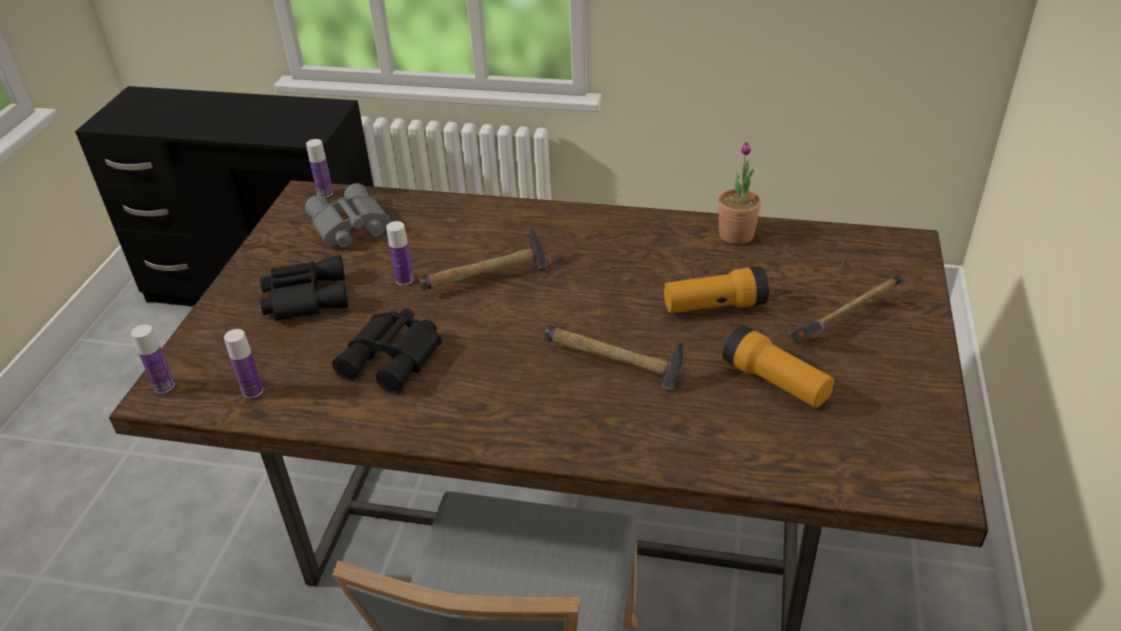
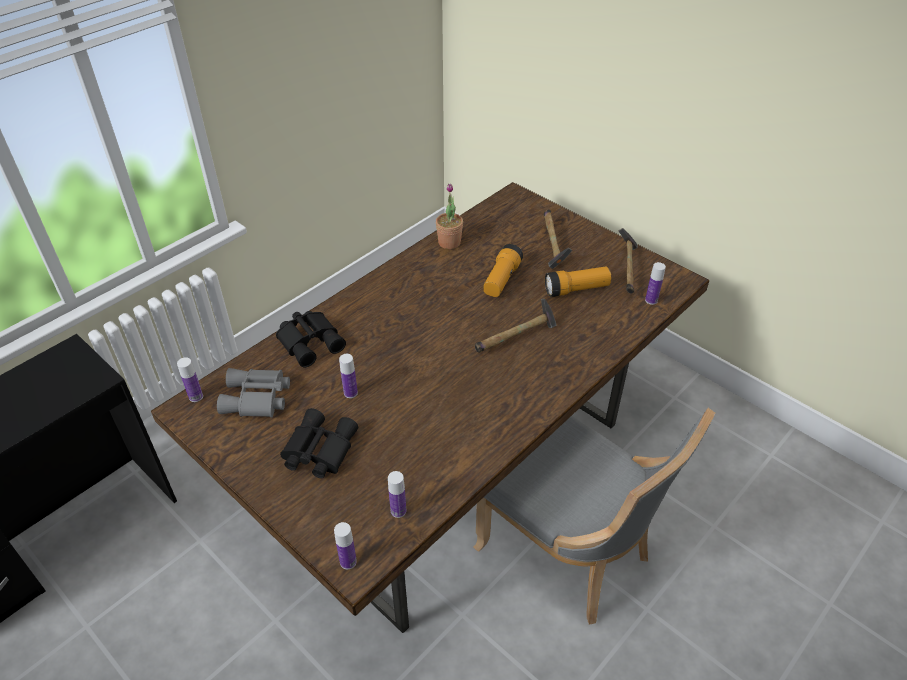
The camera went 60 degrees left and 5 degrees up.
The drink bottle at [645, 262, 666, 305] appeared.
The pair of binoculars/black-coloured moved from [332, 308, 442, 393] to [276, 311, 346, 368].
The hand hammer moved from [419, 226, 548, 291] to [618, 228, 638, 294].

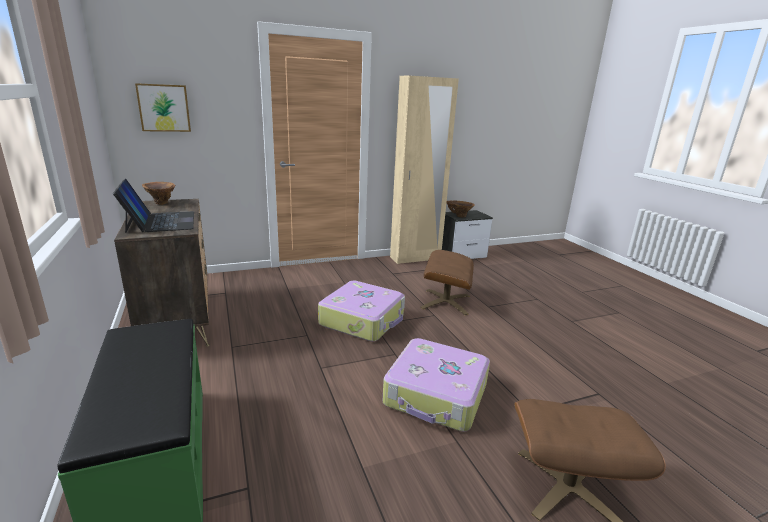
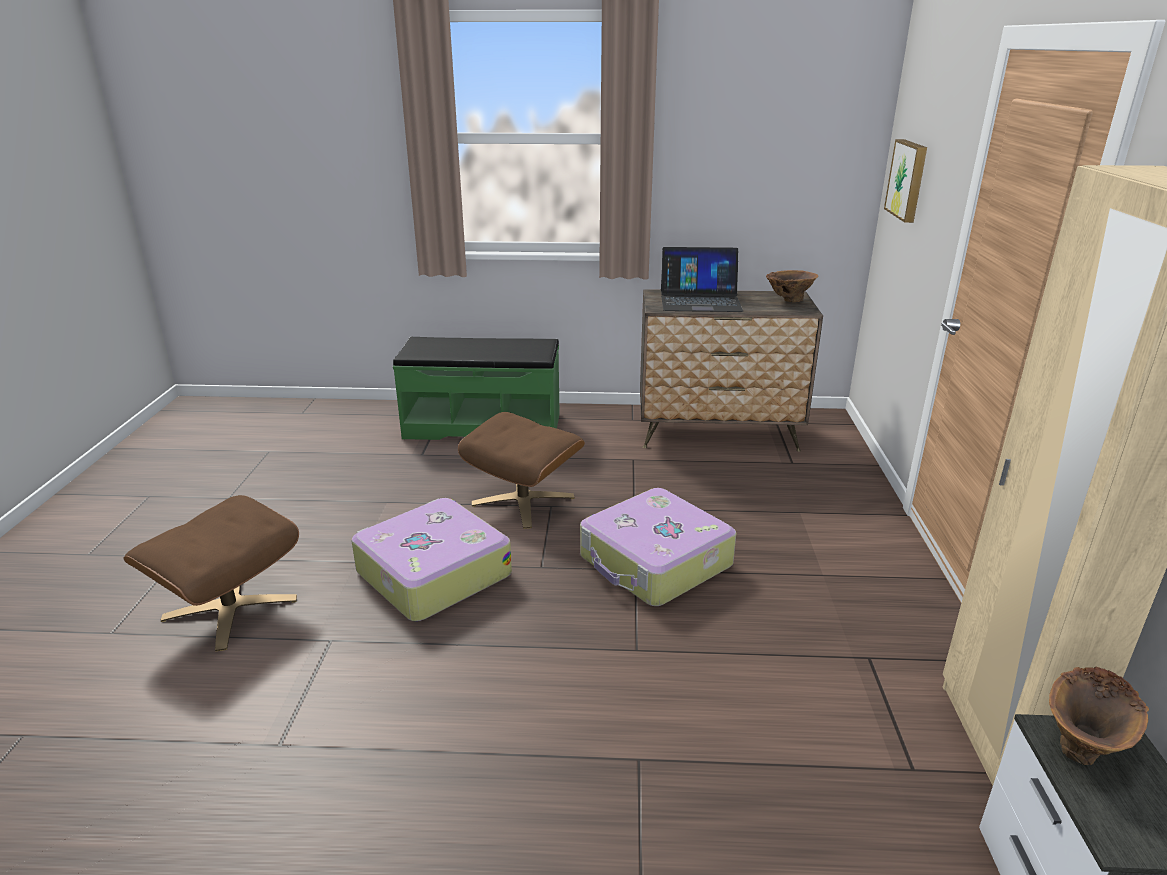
The camera went 115 degrees right and 5 degrees up.
The pouffe/brown-coloured moved from [421, 250, 474, 315] to [458, 412, 585, 529].

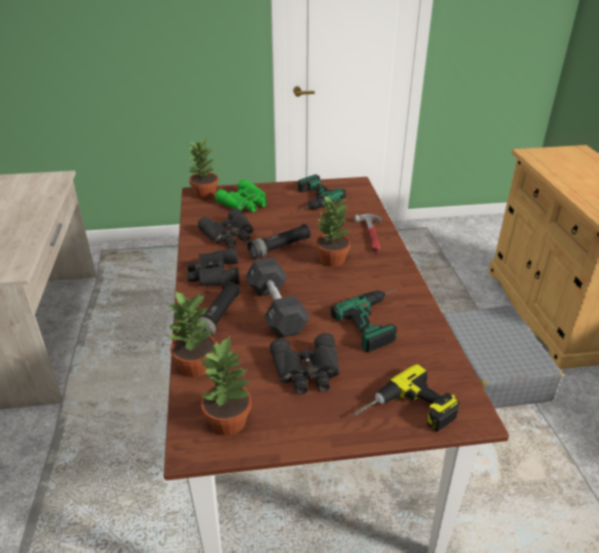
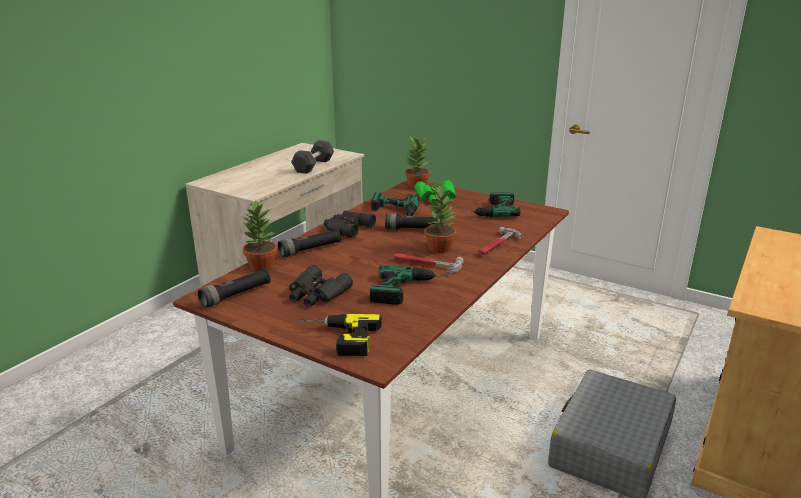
The camera went 40 degrees right and 10 degrees down.
The hand hammer at [394, 253, 464, 274] appeared.
The hand weight/black-coloured moved from [246, 257, 310, 338] to [291, 140, 334, 174].
The pair of binoculars/black-coloured at [198, 208, 253, 247] was replaced by the drill at [371, 192, 419, 216].
The houseplant at [200, 336, 252, 435] was replaced by the torch/black-coloured at [198, 268, 270, 308].

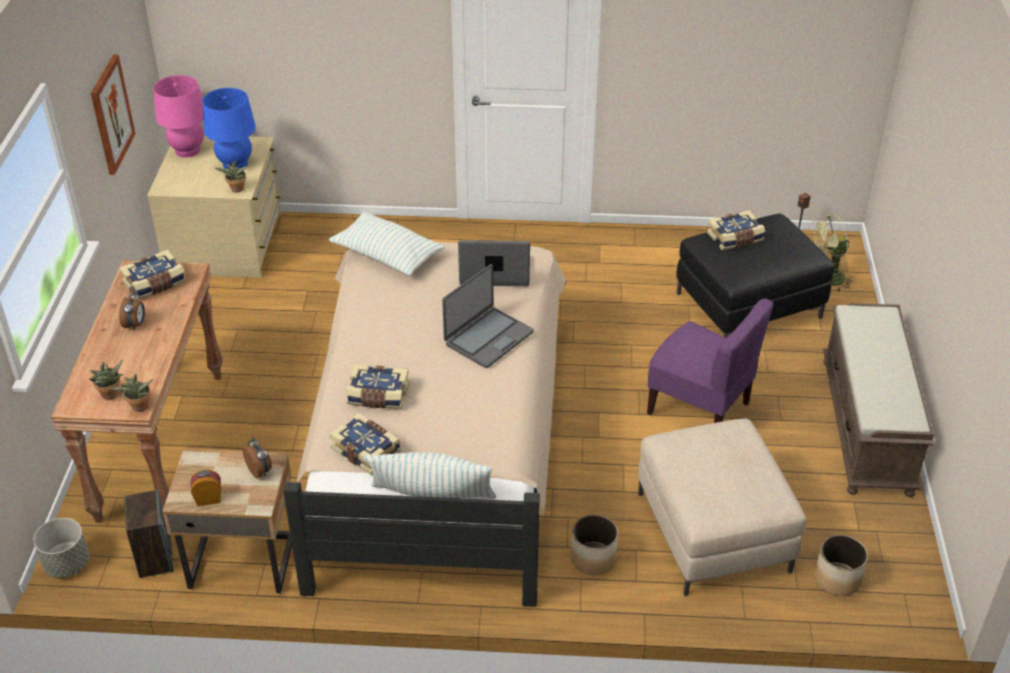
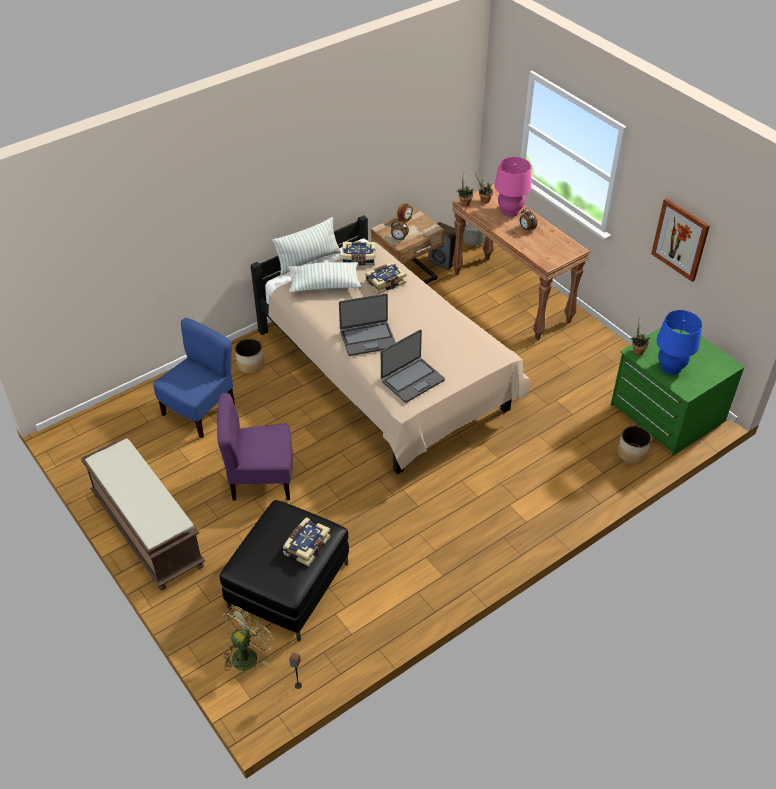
The camera went 140 degrees right and 5 degrees up.
The book at [119, 249, 186, 300] disappeared.
The lamp for a table/pinkish moved from [153, 75, 204, 158] to [494, 157, 531, 217].
The cushion moved from [328, 212, 445, 276] to [288, 262, 361, 293].
The flower pot moved from [814, 535, 868, 596] to [618, 426, 651, 464].
The pouffe/beige at [638, 419, 806, 596] was replaced by the plain chair/blue at [153, 318, 235, 438].
The drawer chest/beige at [147, 135, 282, 278] became the drawer chest/green at [611, 328, 745, 455].
The laptop at [442, 264, 534, 368] turned 105 degrees counterclockwise.

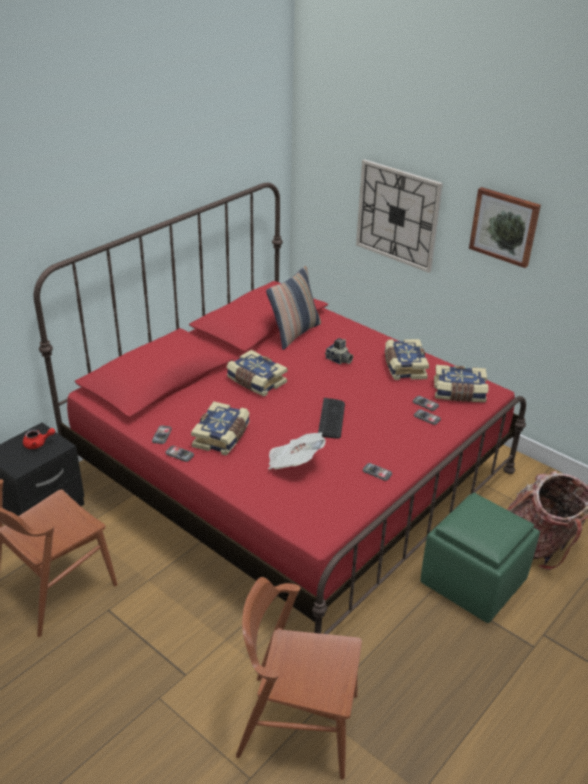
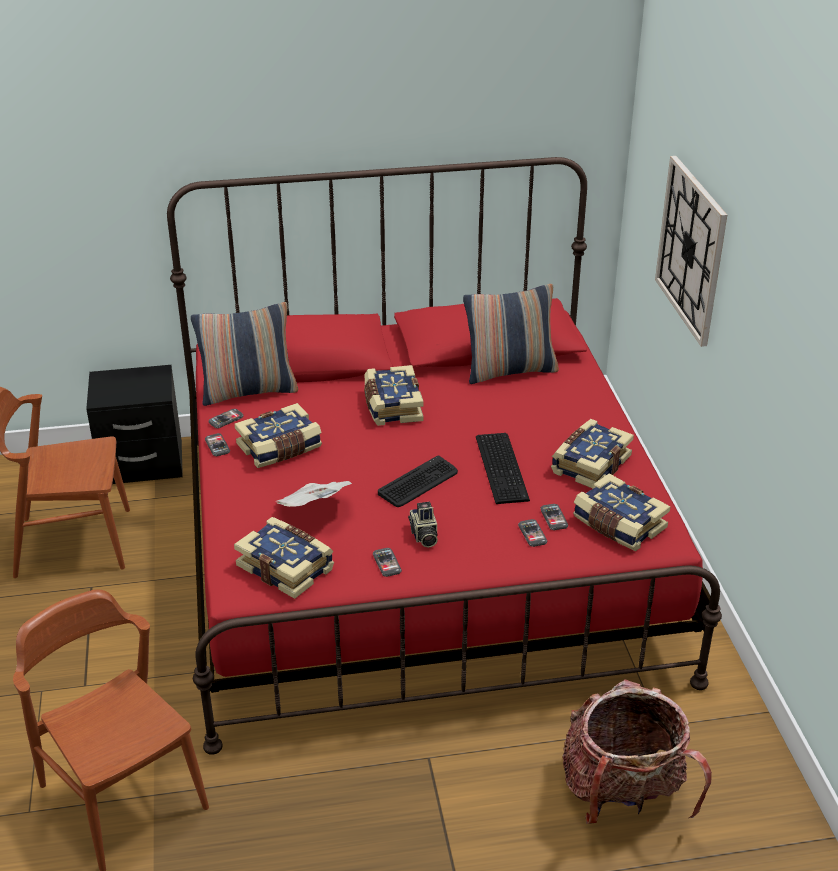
The camera went 40 degrees right and 0 degrees up.
The tea pot/red at [23, 428, 55, 449] disappeared.
The pouffe/green at [420, 493, 540, 623] disappeared.
The wall art at [469, 187, 541, 268] disappeared.
The cushion at [191, 302, 298, 406] appeared.
The book at [234, 517, 334, 599] appeared.
The computer keyboard at [476, 433, 530, 504] appeared.
The photo camera moved from [325, 338, 353, 364] to [408, 502, 438, 548].

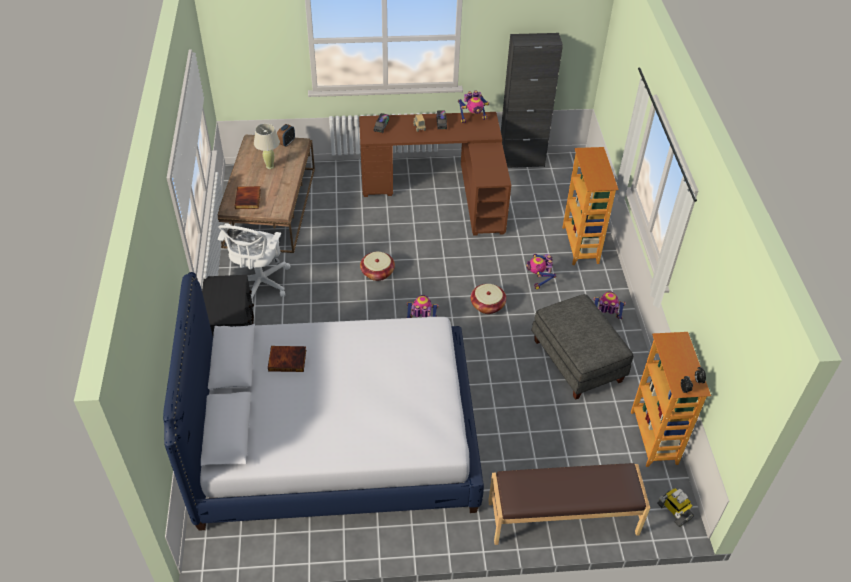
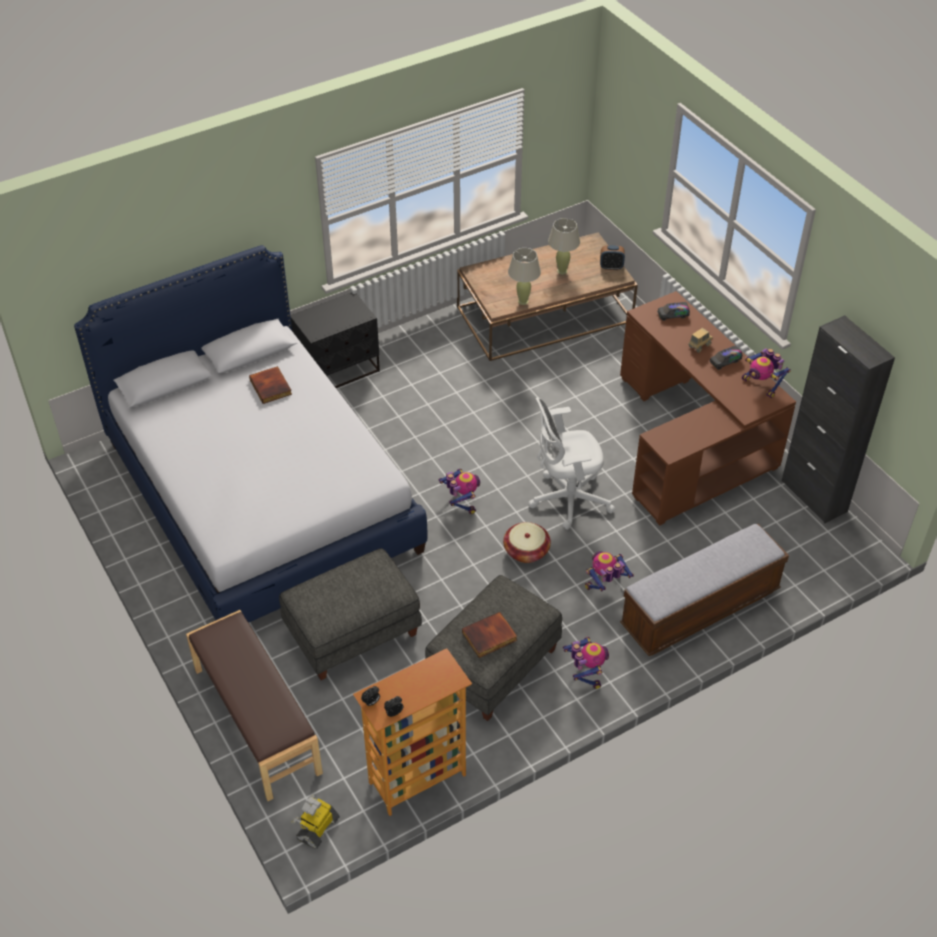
The camera went 65 degrees right and 0 degrees up.
The storage basket at [360, 252, 395, 281] disappeared.
The pouffe/greyish at [279, 548, 422, 680] appeared.
The lamp for a table/beige at [508, 248, 541, 305] appeared.
The computer chair/white-coloured moved from [218, 223, 290, 303] to [528, 398, 615, 530].
The book moved from [235, 186, 261, 209] to [462, 612, 517, 658].
The bookshelf at [562, 147, 619, 265] was replaced by the long seat at [620, 524, 789, 656].

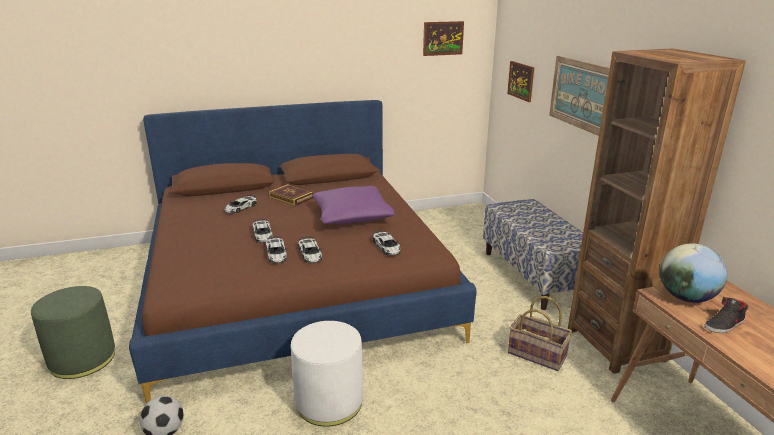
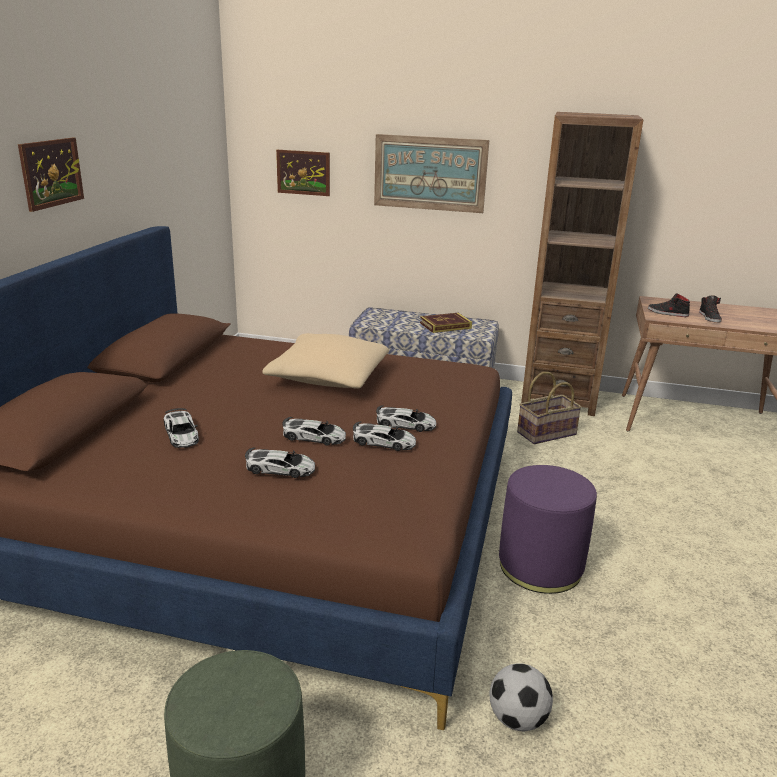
The camera went 60 degrees left and 0 degrees up.
The book moved from [269, 184, 314, 206] to [420, 313, 472, 333].
The toy car moved from [373, 230, 401, 256] to [245, 448, 315, 478].
The wall art moved from [423, 21, 464, 56] to [18, 138, 84, 212].
The desk globe at [660, 243, 727, 303] was replaced by the low shoe/black-coloured at [648, 293, 690, 317].
The pouffe/white-coloured at [291, 321, 363, 427] became the pouffe/purple at [499, 465, 597, 594].
The cushion/purple at [313, 186, 395, 224] became the cushion/beige at [262, 333, 389, 389].

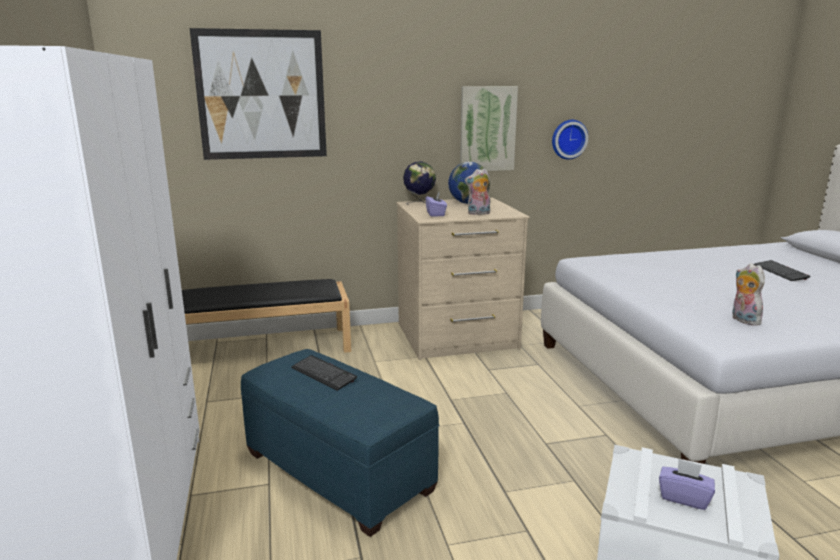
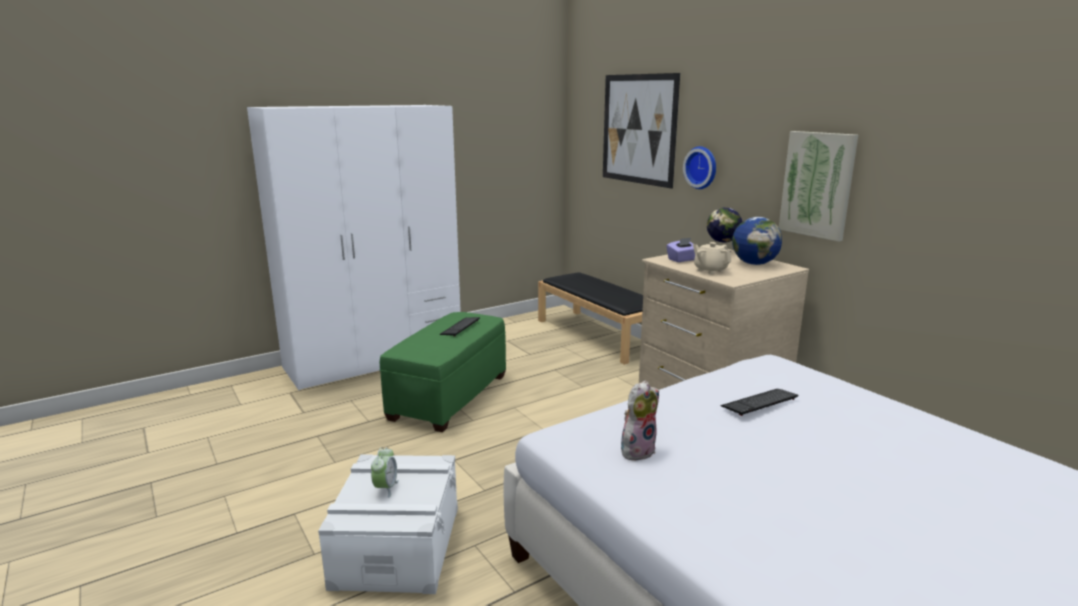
The camera went 70 degrees right and 0 degrees up.
The hanging clock moved from [552, 120, 588, 160] to [683, 146, 716, 189].
The computer keyboard moved from [753, 260, 811, 281] to [721, 389, 798, 416].
The soft toy at [465, 169, 490, 215] was replaced by the tea pot/beige at [693, 242, 731, 274].
The tissue box/purple at [659, 459, 715, 510] was replaced by the table clock at [371, 447, 399, 498].
The pouffe/blue at [241, 349, 439, 537] became the pouffe/green at [380, 312, 506, 432].

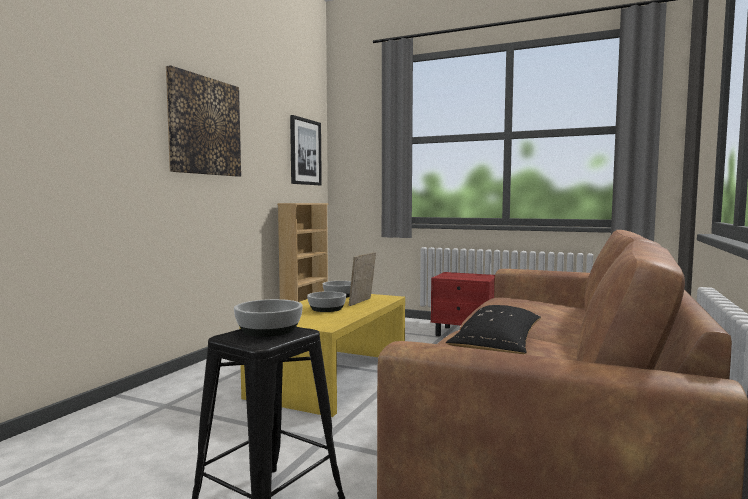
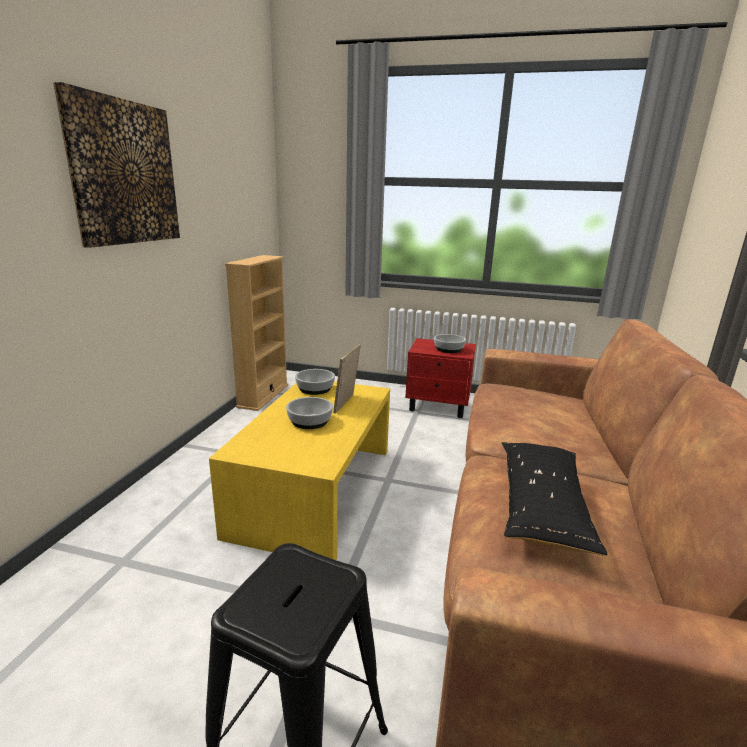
The camera went 10 degrees left and 15 degrees up.
The wall art at [290, 115, 322, 185] disappeared.
The deep dish moved from [234, 299, 303, 337] to [434, 334, 466, 353].

